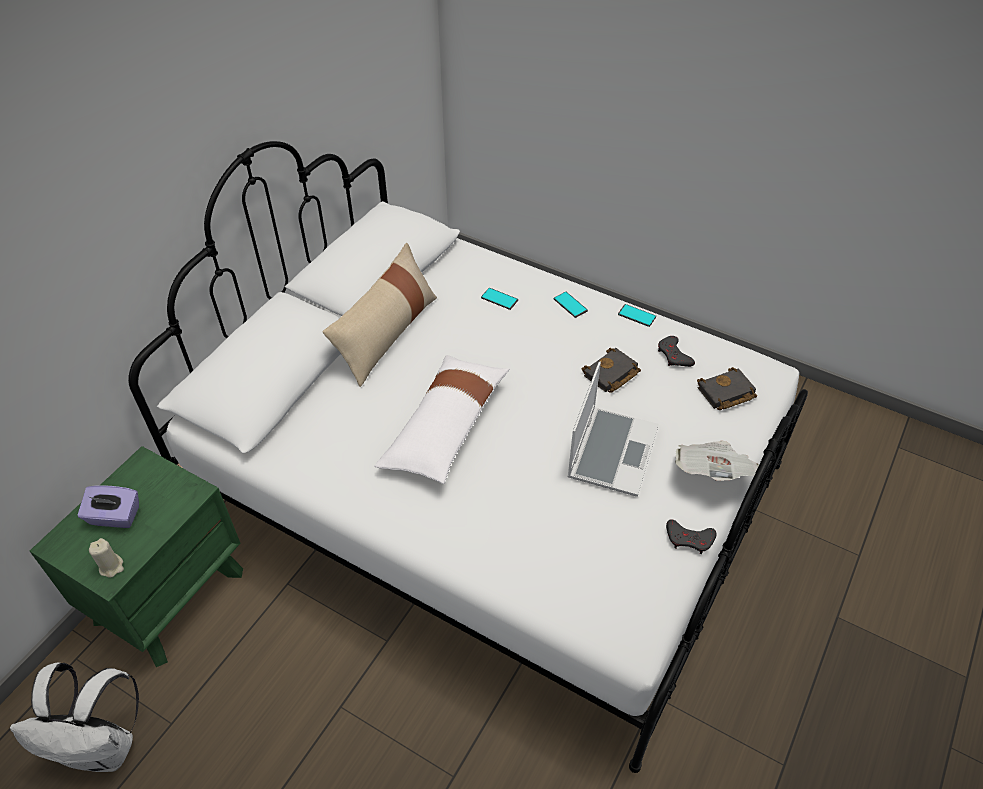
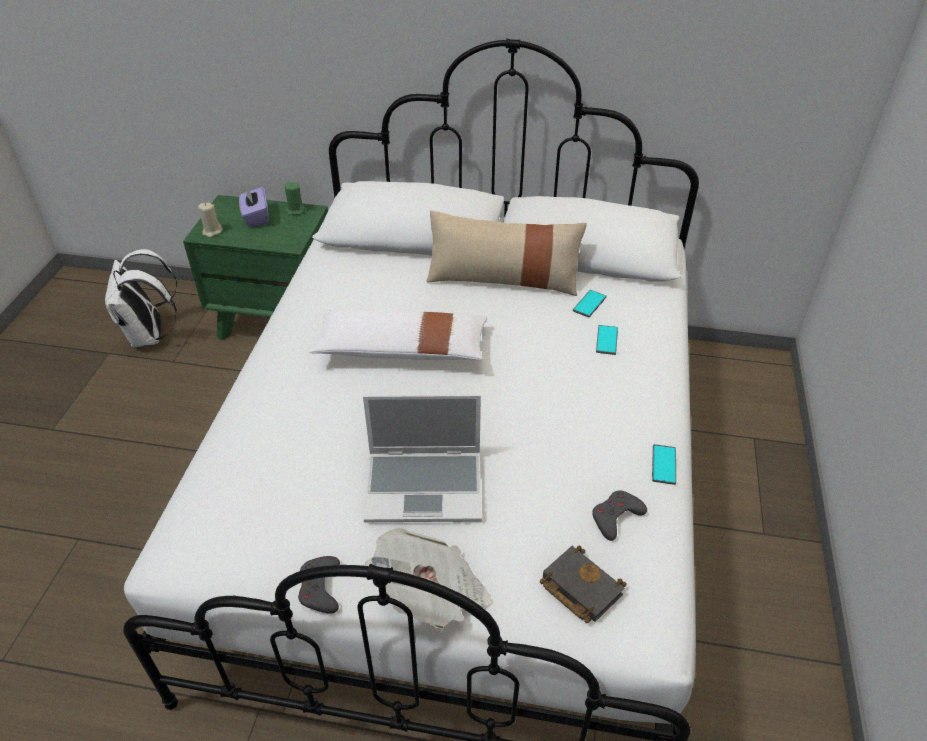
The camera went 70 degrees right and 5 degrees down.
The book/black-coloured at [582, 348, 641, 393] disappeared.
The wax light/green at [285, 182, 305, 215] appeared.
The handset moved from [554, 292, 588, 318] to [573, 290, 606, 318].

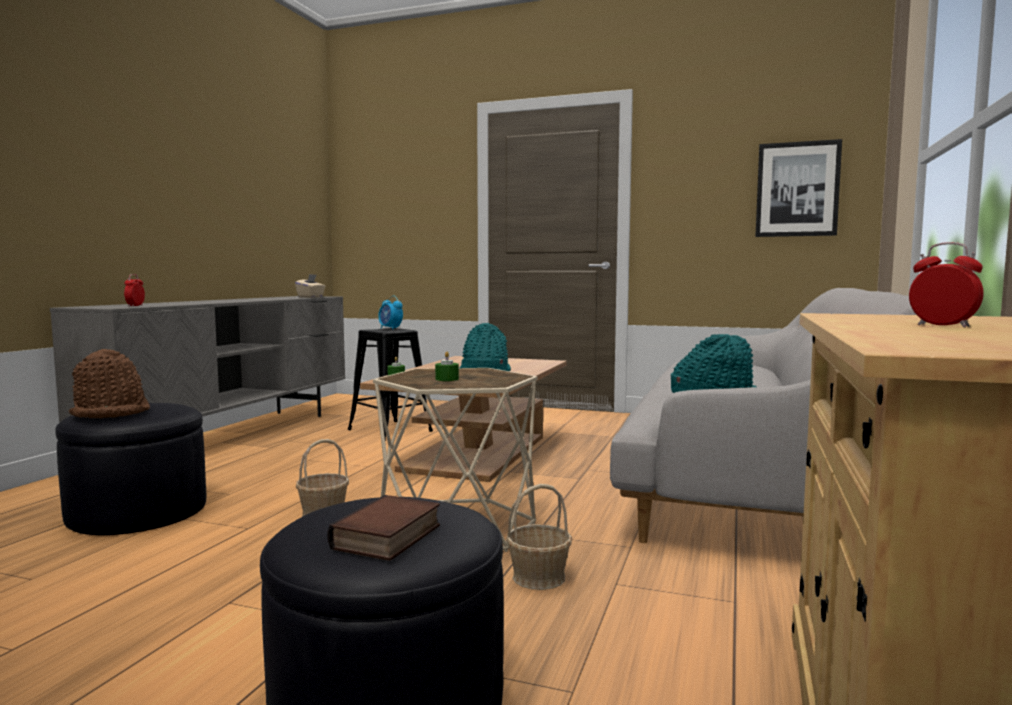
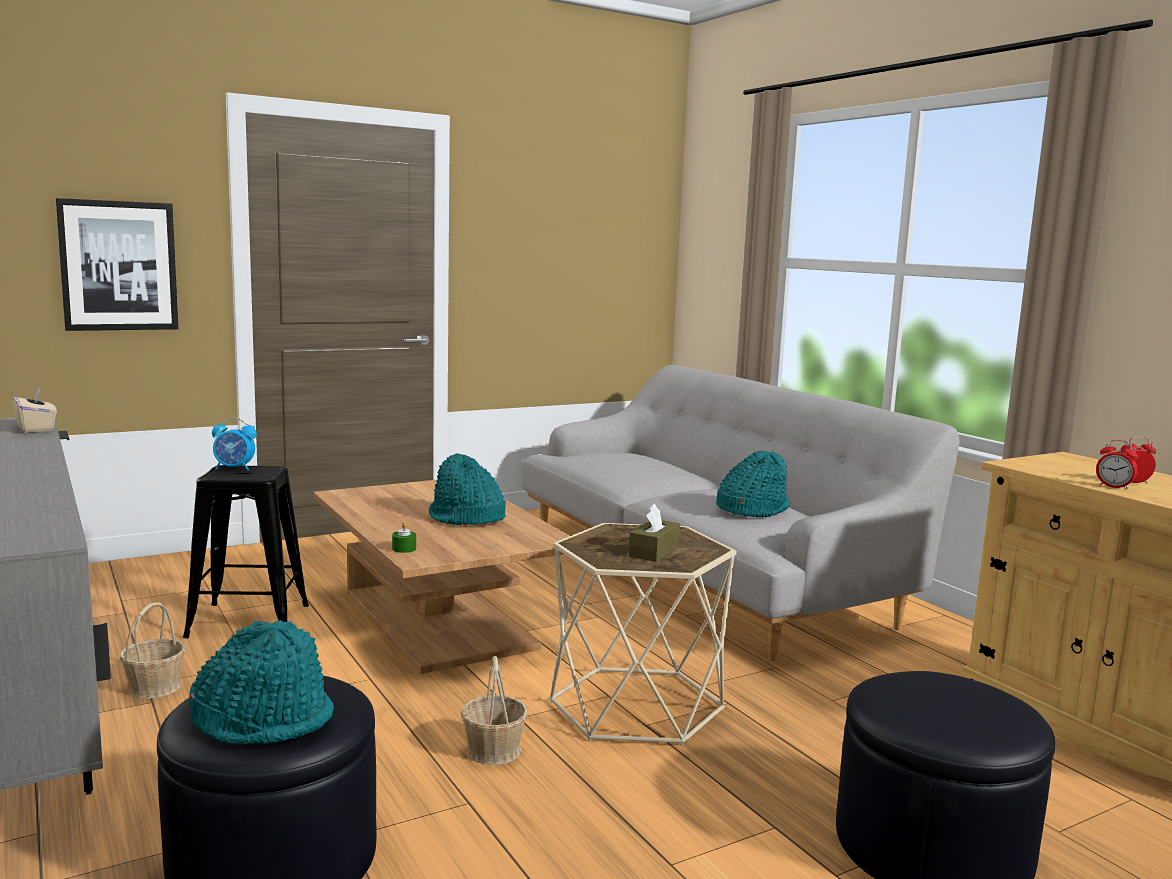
The camera went 50 degrees left and 5 degrees up.
The book at [327, 495, 440, 561] disappeared.
The table clock moved from [124, 274, 145, 307] to [1096, 440, 1139, 490].
The storage basket moved from [506, 484, 572, 590] to [120, 602, 186, 699].
The wall art moved from [755, 139, 842, 237] to [56, 198, 178, 331].
The wax light/green at [435, 351, 459, 381] was replaced by the tissue box/brown-coloured at [629, 504, 680, 562].
The wearable hat/brown-coloured at [69, 349, 150, 419] became the wearable hat/blue-green at [189, 620, 334, 745].

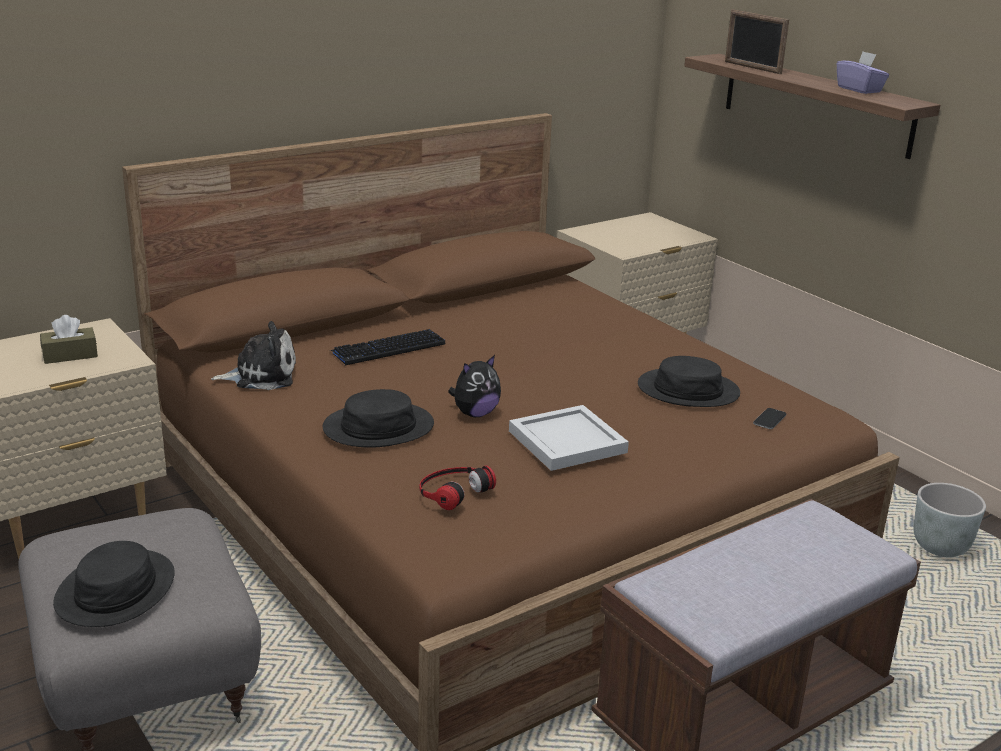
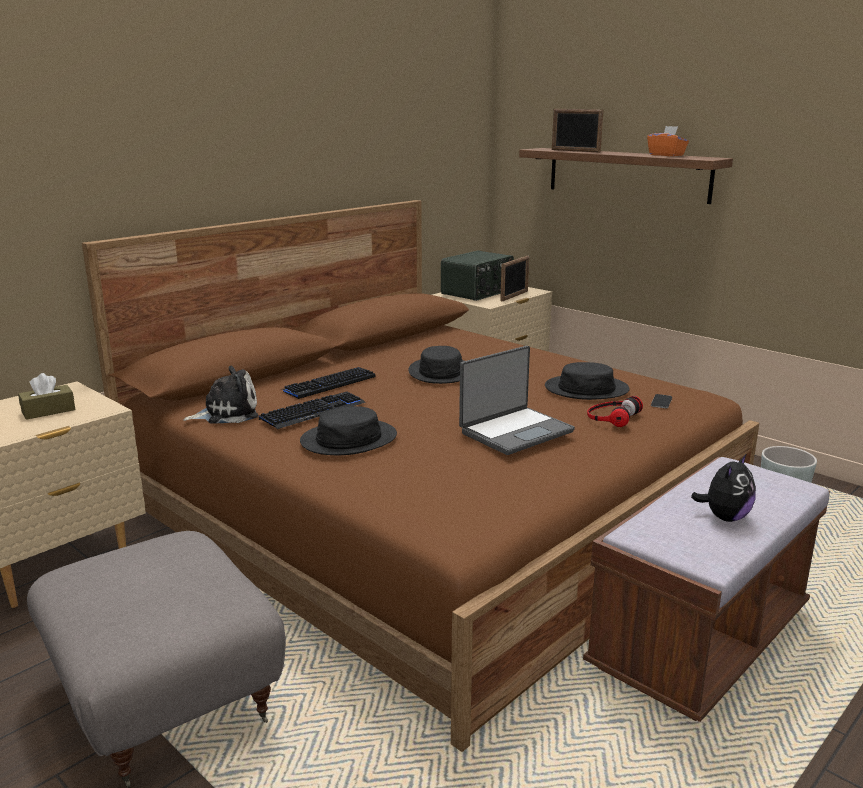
The camera went 10 degrees left and 5 degrees down.
The computer keyboard at [258, 391, 366, 429] appeared.
The radio at [441, 250, 514, 301] appeared.
The picture frame at [500, 256, 529, 302] appeared.
The wearable hat/black-coloured moved from [53, 541, 175, 627] to [408, 346, 464, 384].
The headset moved from [419, 466, 496, 510] to [587, 396, 643, 427].
The soft toy moved from [448, 355, 501, 417] to [691, 453, 756, 522].
The serving tray/white-coloured at [509, 405, 629, 471] was replaced by the laptop at [459, 346, 575, 455].
The tissue box/purple at [837, 51, 889, 94] became the tissue box/orange-coloured at [647, 126, 689, 156].

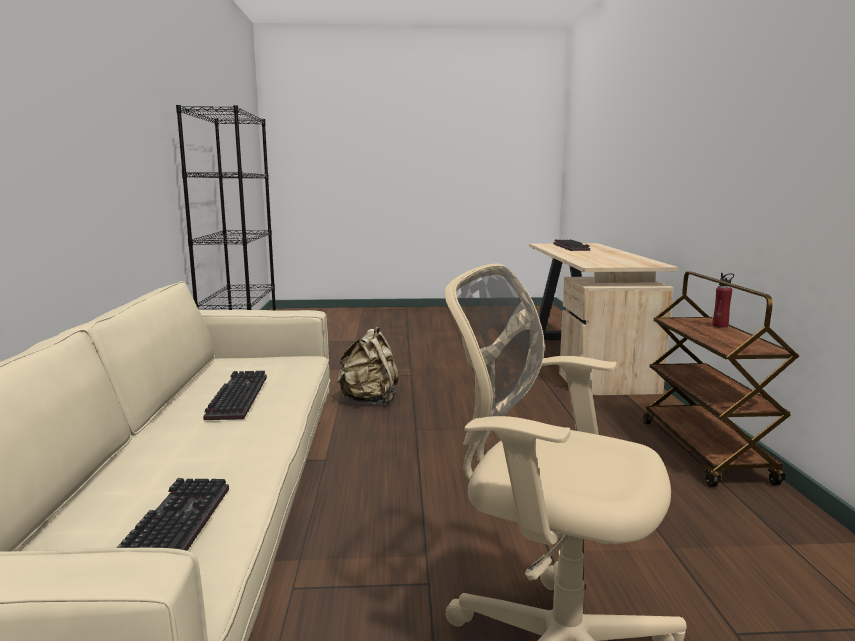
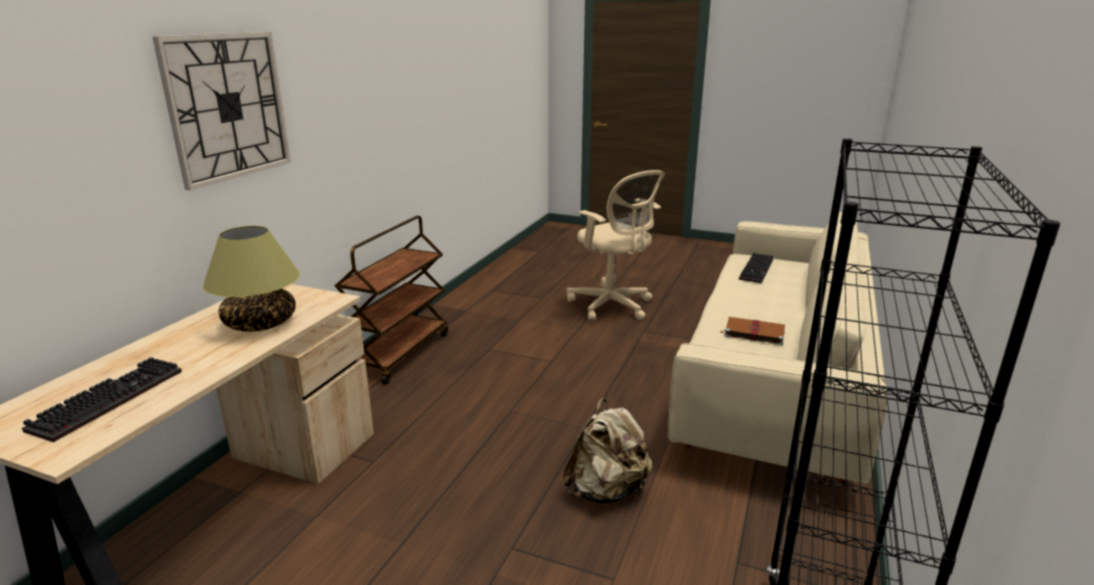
The camera went 155 degrees left and 10 degrees up.
The drink bottle/red at [713, 273, 734, 328] disappeared.
The hanging clock at [152, 32, 291, 190] appeared.
The lamp for a table at [203, 226, 300, 332] appeared.
The computer keyboard at [203, 371, 267, 420] was replaced by the book/brown-coloured at [720, 317, 785, 345].

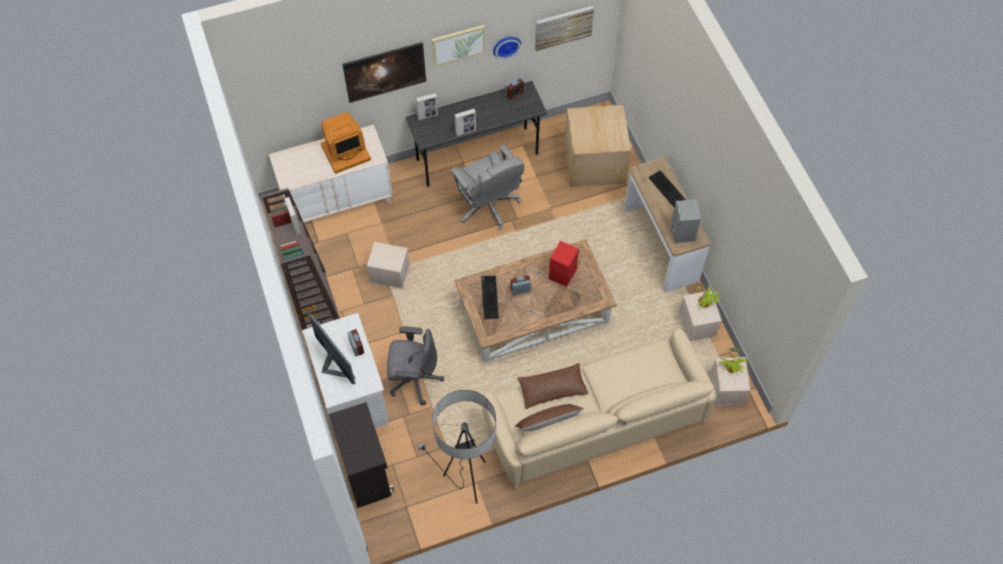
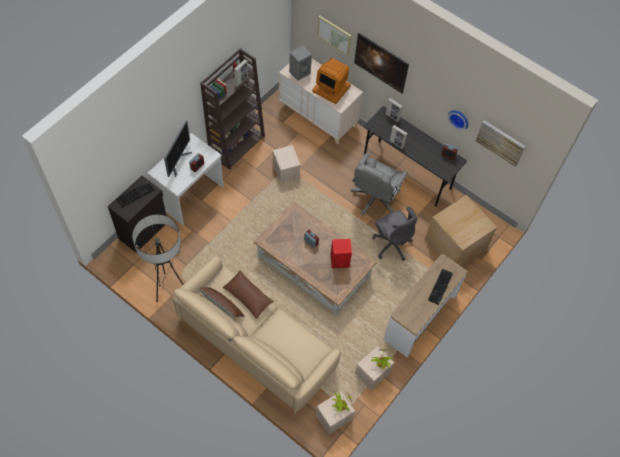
The camera went 55 degrees right and 0 degrees up.
The computer chair/greyish moved from [387, 327, 444, 405] to [372, 207, 418, 261].
The wall art moved from [432, 25, 485, 67] to [317, 16, 352, 56].
The computer keyboard moved from [481, 276, 499, 319] to [116, 181, 154, 207].
The audio speaker/greyish moved from [671, 199, 701, 243] to [289, 46, 312, 81].

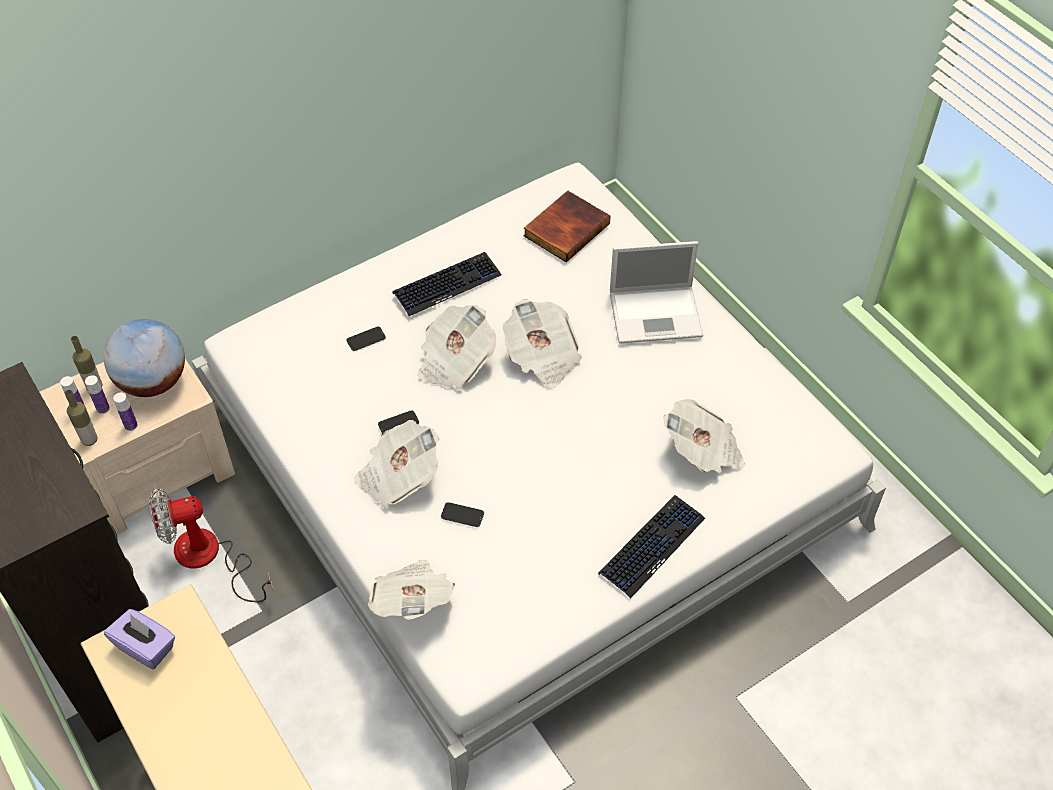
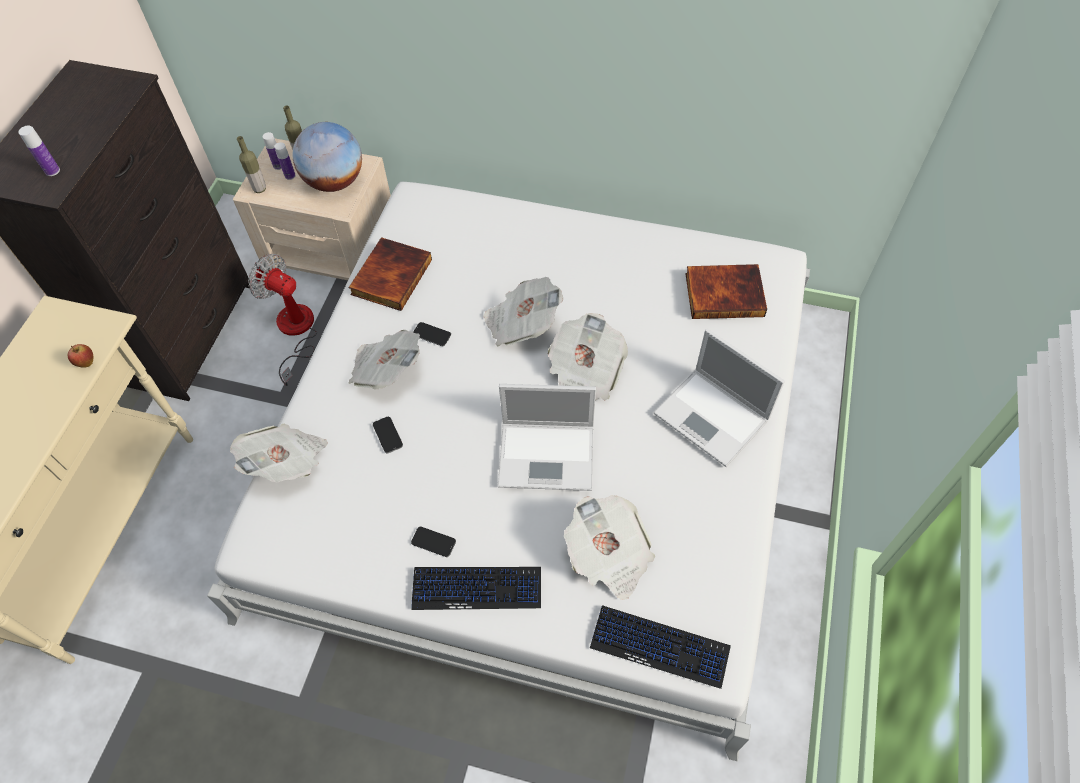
The camera went 50 degrees right and 5 degrees up.
The tissue box/purple at [104, 609, 175, 669] disappeared.
The apple at [68, 344, 93, 368] appeared.
The book at [349, 237, 432, 311] appeared.
The laptop at [498, 384, 596, 491] appeared.
The drink bottle moved from [113, 392, 138, 431] to [18, 126, 60, 176].
The handset moved from [347, 327, 386, 351] to [411, 527, 456, 557].
The computer keyboard moved from [392, 252, 501, 316] to [590, 605, 731, 689].

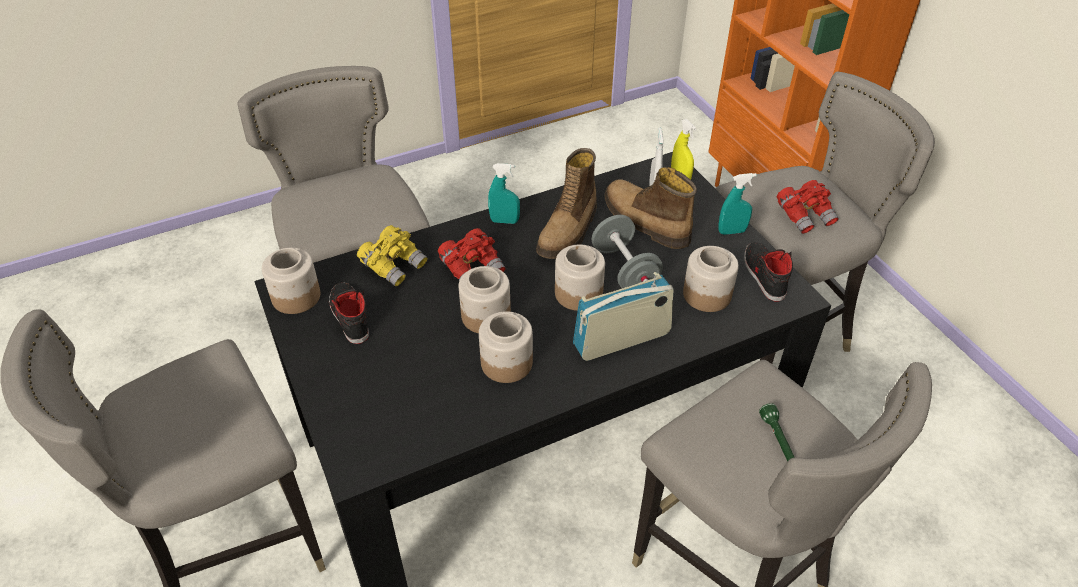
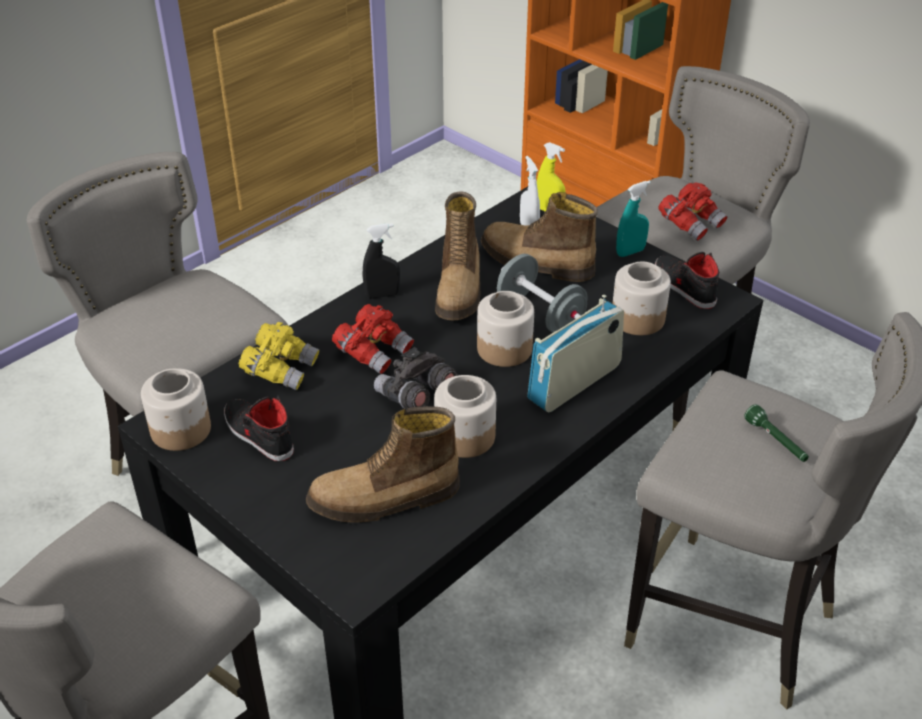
The camera went 20 degrees left and 5 degrees down.
The boot at [306, 406, 460, 523] appeared.
The preserve jar at [459, 266, 511, 333] was replaced by the pair of binoculars/greyish at [374, 347, 458, 409].
The sprayer/blue-green at [488, 163, 520, 224] became the sprayer/black-coloured at [363, 223, 400, 299].

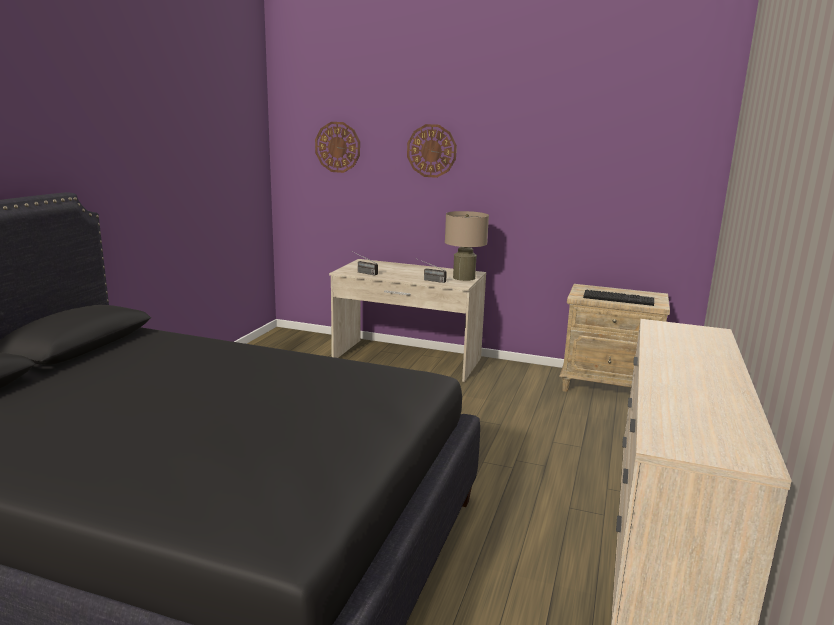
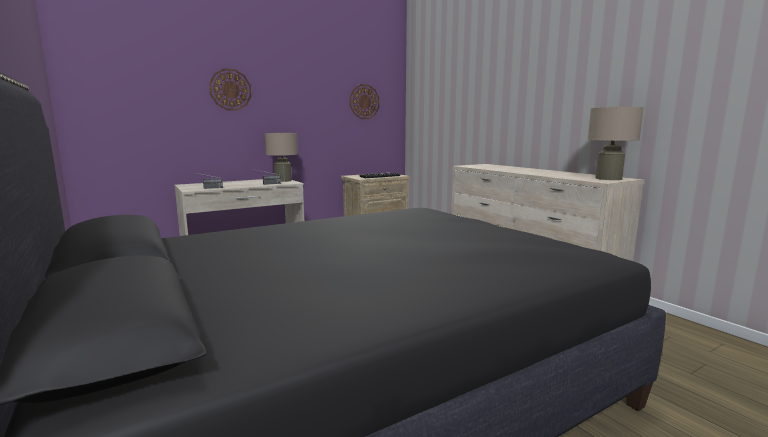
The camera went 50 degrees left and 5 degrees down.
The lamp for a table/beige at [588, 107, 644, 180] appeared.
The hanging clock moved from [315, 122, 360, 173] to [350, 84, 379, 119].

